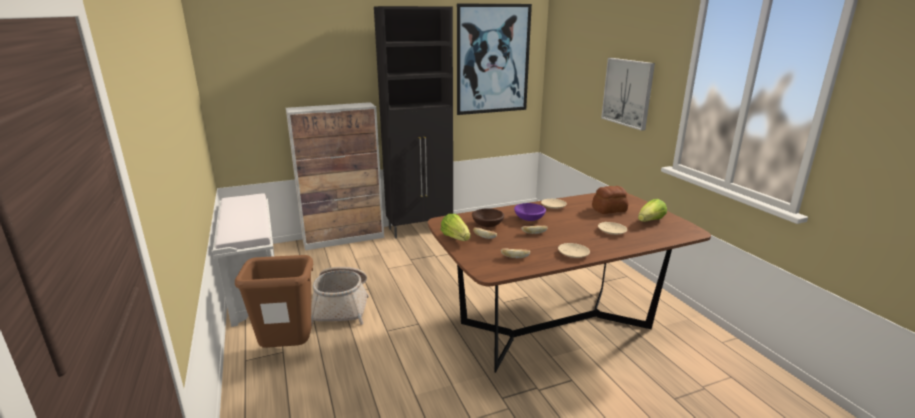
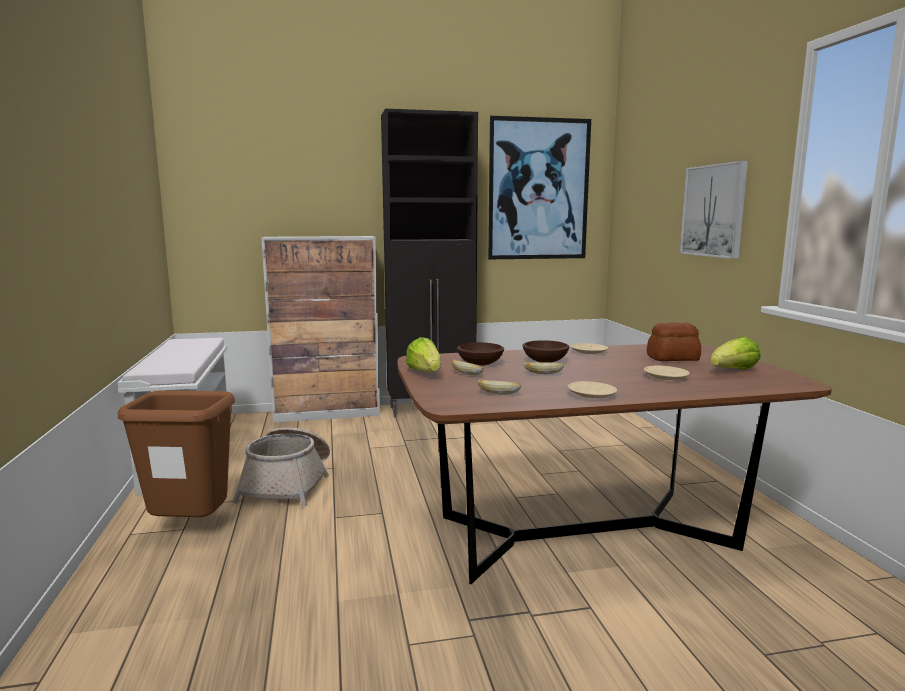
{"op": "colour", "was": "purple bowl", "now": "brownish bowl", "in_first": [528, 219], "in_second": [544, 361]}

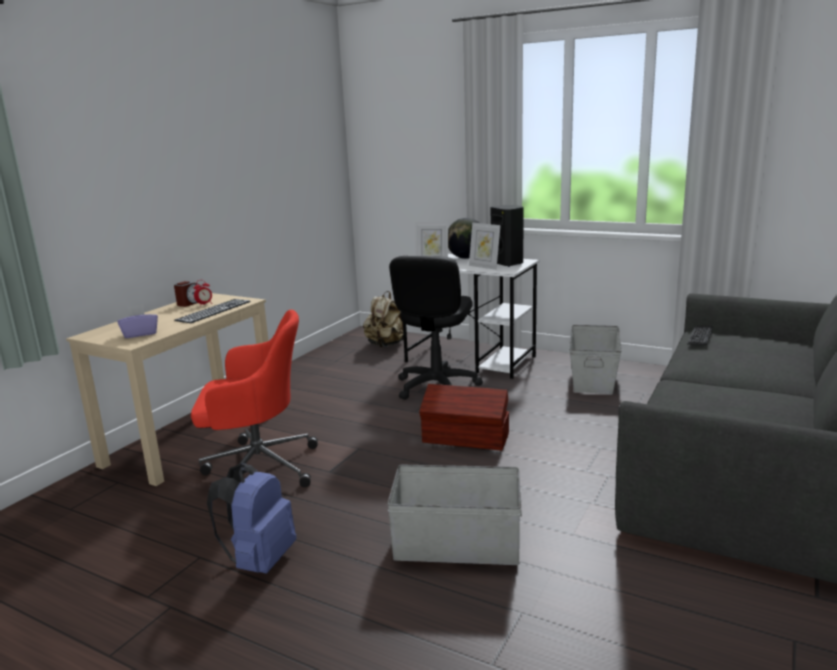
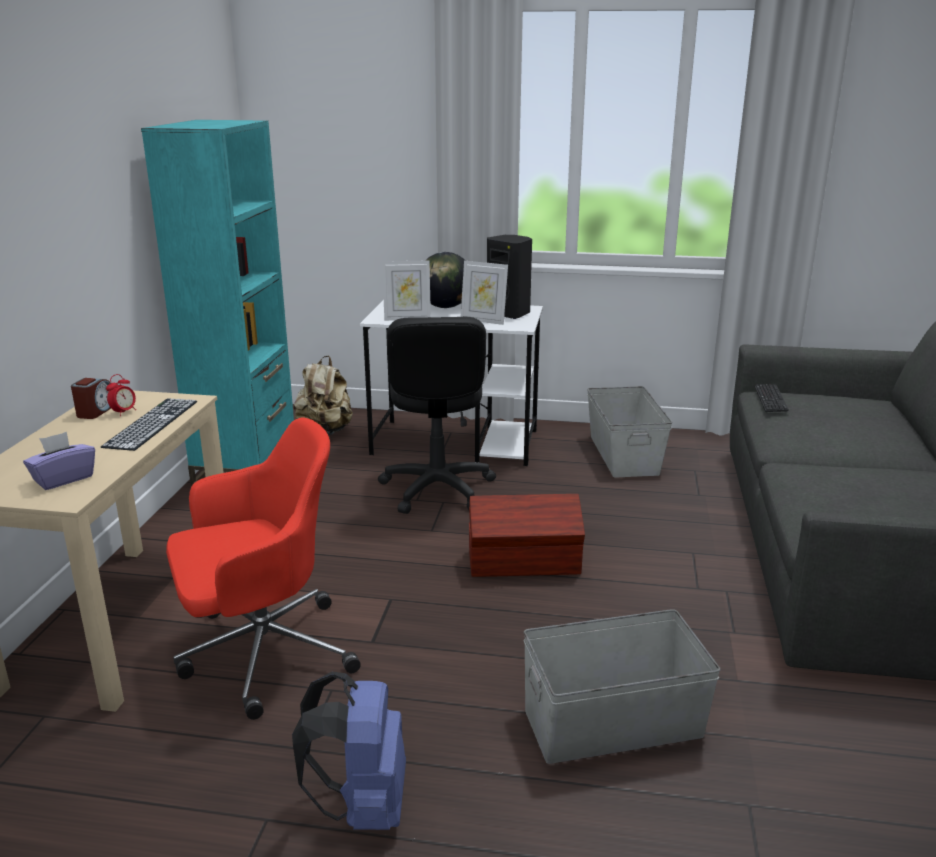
{"op": "appeared", "now": "turquoise bookshelf", "in_second": [246, 465]}

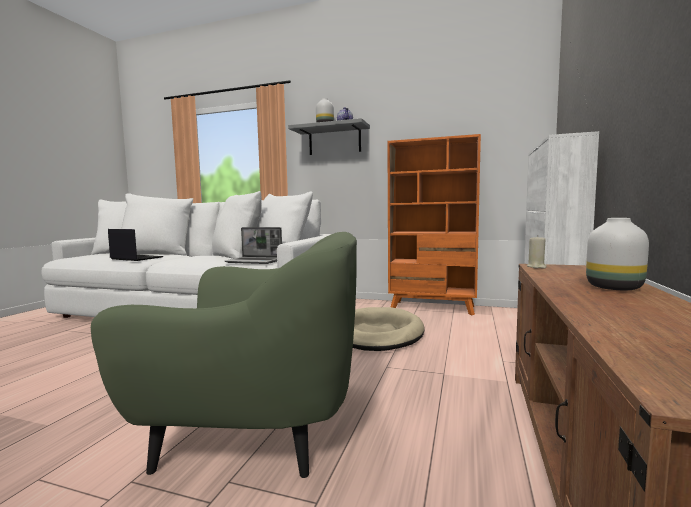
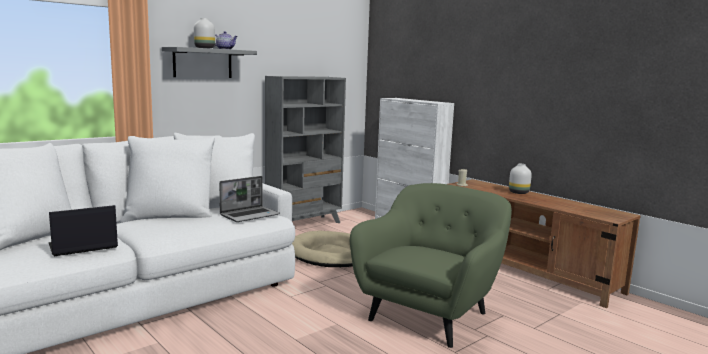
{"op": "colour", "was": "orange-coloured bookshelf", "now": "greyish bookshelf", "in_first": [432, 308], "in_second": [305, 225]}

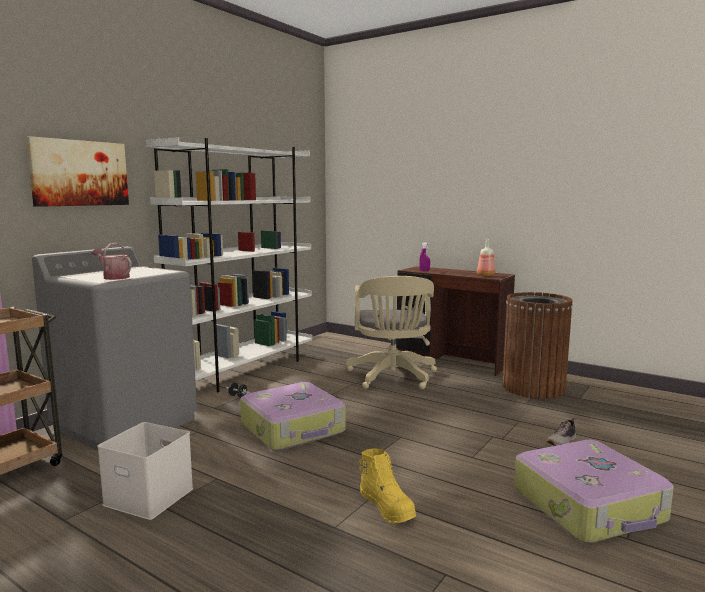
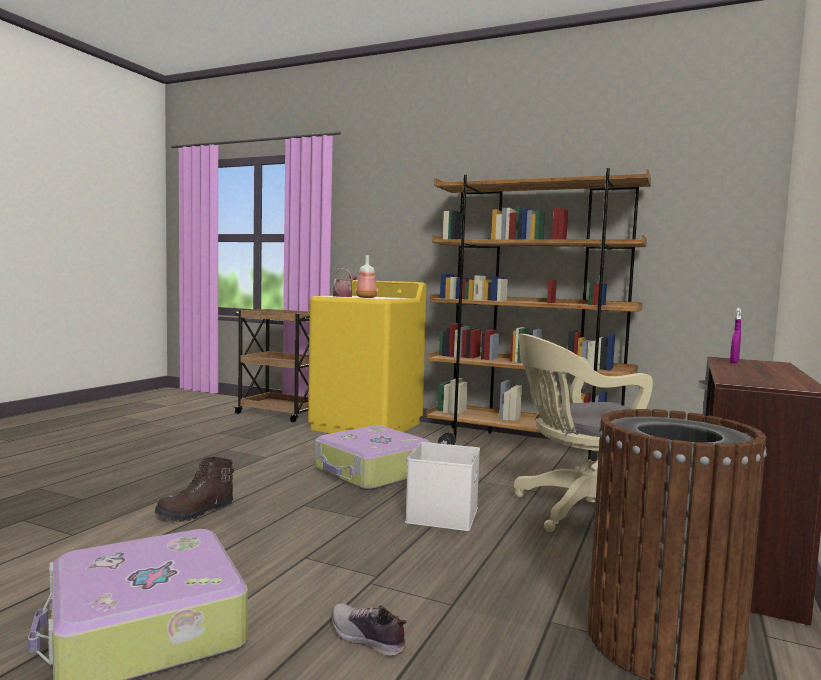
{"op": "missing", "was": "wall picture", "in_first": [79, 173]}
{"op": "colour", "was": "white bookshelf", "now": "brownish bookshelf", "in_first": [245, 371], "in_second": [526, 444]}
{"op": "relocated", "was": "beverage bottle", "in_first": [485, 275], "in_second": [366, 297]}
{"op": "colour", "was": "greyish laundry machine", "now": "yellow-coloured laundry machine", "in_first": [126, 423], "in_second": [367, 426]}
{"op": "relocated", "was": "white storage box", "in_first": [151, 496], "in_second": [443, 515]}
{"op": "colour", "was": "yellow-coloured high-top boot", "now": "brownish high-top boot", "in_first": [387, 507], "in_second": [196, 512]}

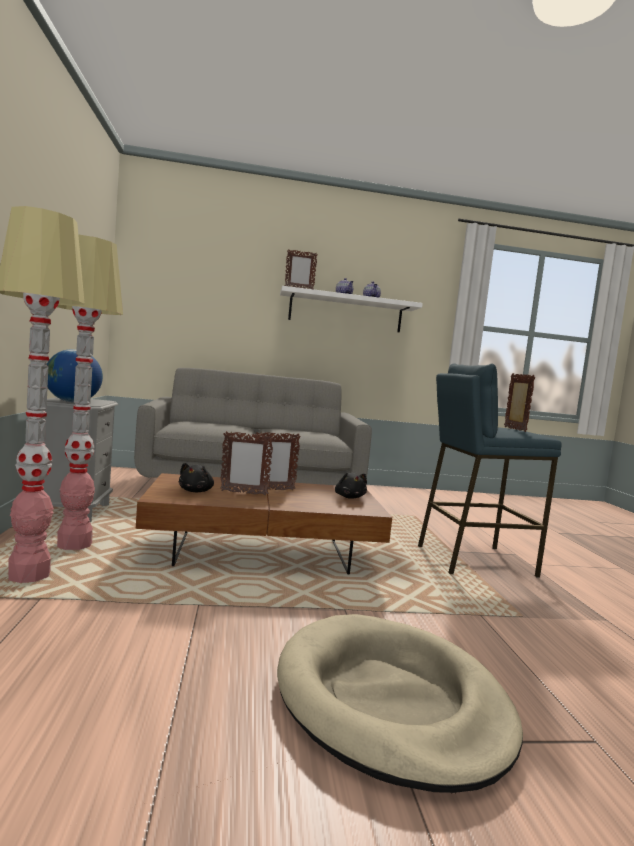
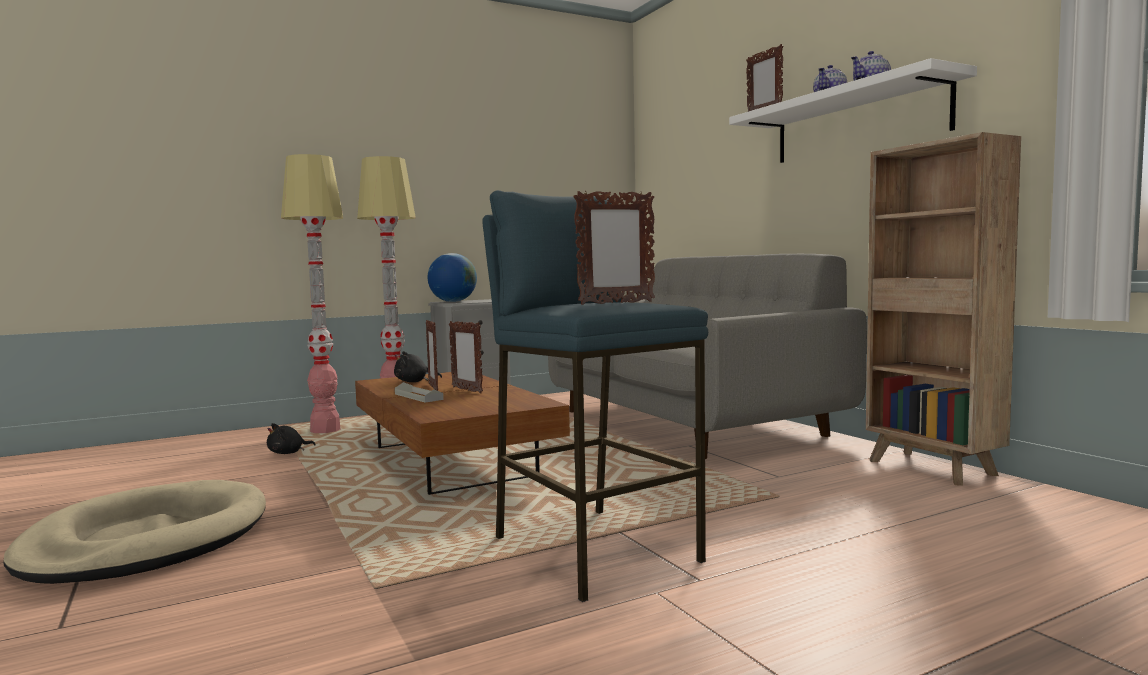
{"op": "relocated", "was": "black soft toy", "in_first": [349, 497], "in_second": [288, 453]}
{"op": "appeared", "now": "brownish bookshelf", "in_second": [933, 468]}
{"op": "appeared", "now": "greyish serving tray", "in_second": [418, 396]}

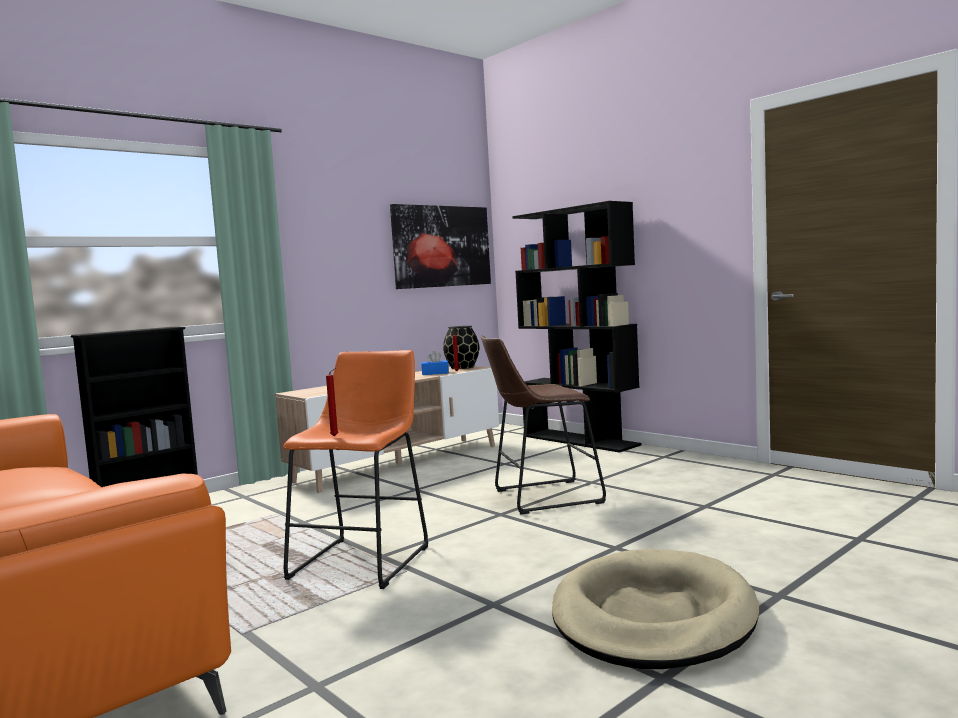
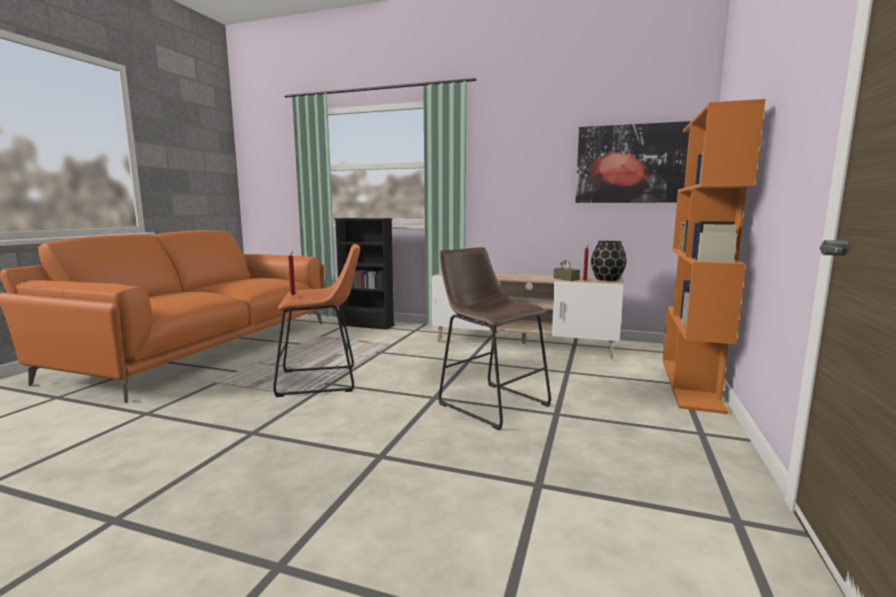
{"op": "colour", "was": "black bookshelf", "now": "orange-coloured bookshelf", "in_first": [581, 440], "in_second": [691, 384]}
{"op": "colour", "was": "bluish box of tissues", "now": "brownish box of tissues", "in_first": [435, 373], "in_second": [566, 279]}
{"op": "missing", "was": "beige-coloured pet bed", "in_first": [652, 616]}

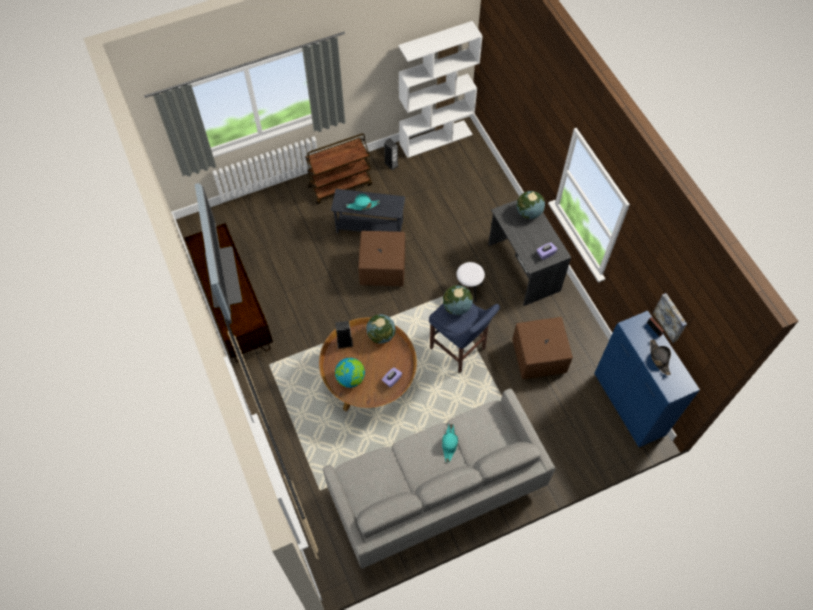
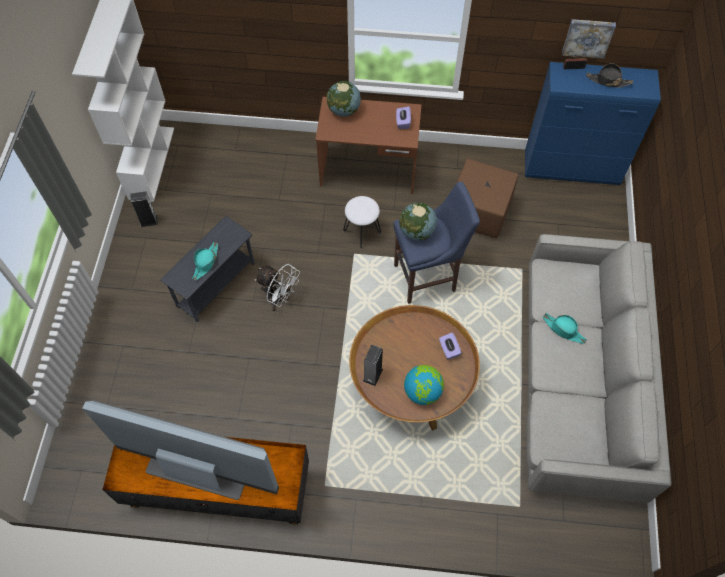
{"op": "missing", "was": "brownish trolley", "in_first": [340, 185]}
{"op": "colour", "was": "greyish desk", "now": "brownish desk", "in_first": [523, 268], "in_second": [368, 171]}
{"op": "exchanged", "was": "brownish footrest", "now": "white fan", "in_first": [383, 268], "in_second": [279, 298]}
{"op": "missing", "was": "globe", "in_first": [381, 335]}

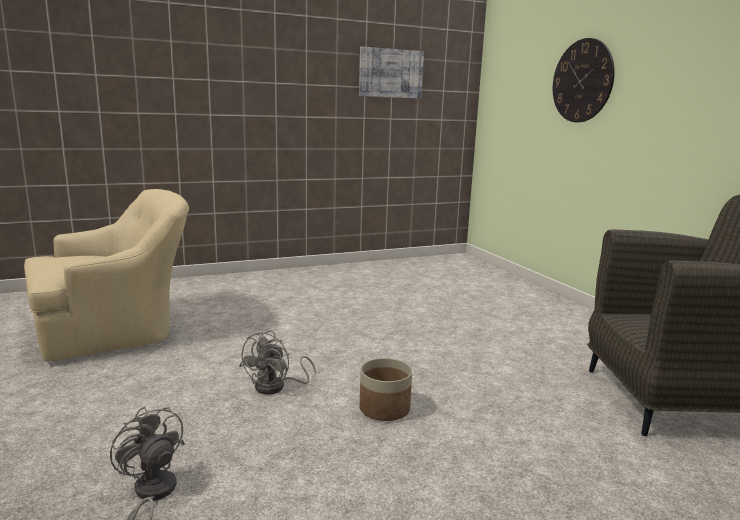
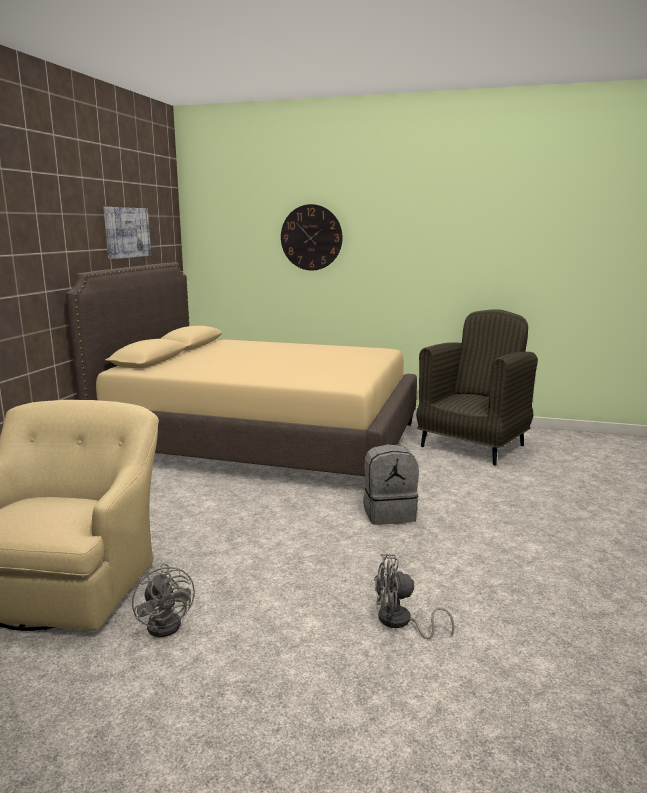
{"op": "relocated", "was": "greyish fan", "in_first": [276, 387], "in_second": [169, 622]}
{"op": "exchanged", "was": "planter", "now": "greyish knapsack", "in_first": [385, 409], "in_second": [389, 513]}
{"op": "appeared", "now": "beige-coloured sleeping bed", "in_second": [262, 441]}

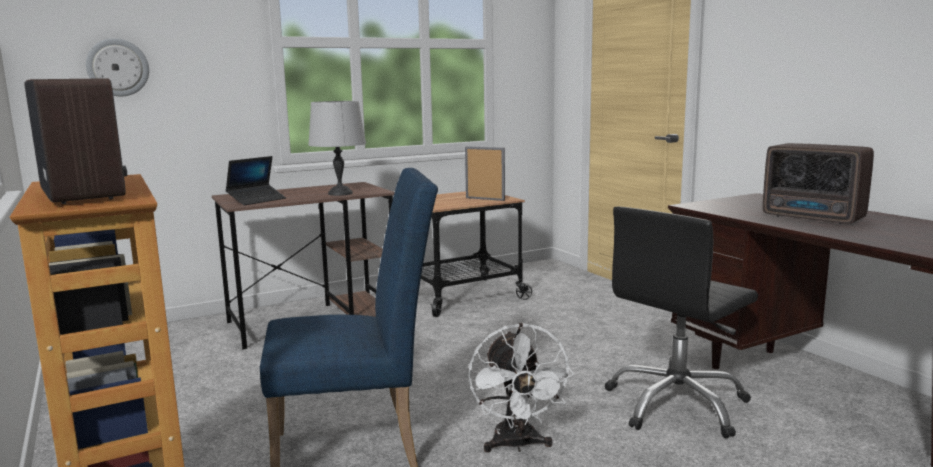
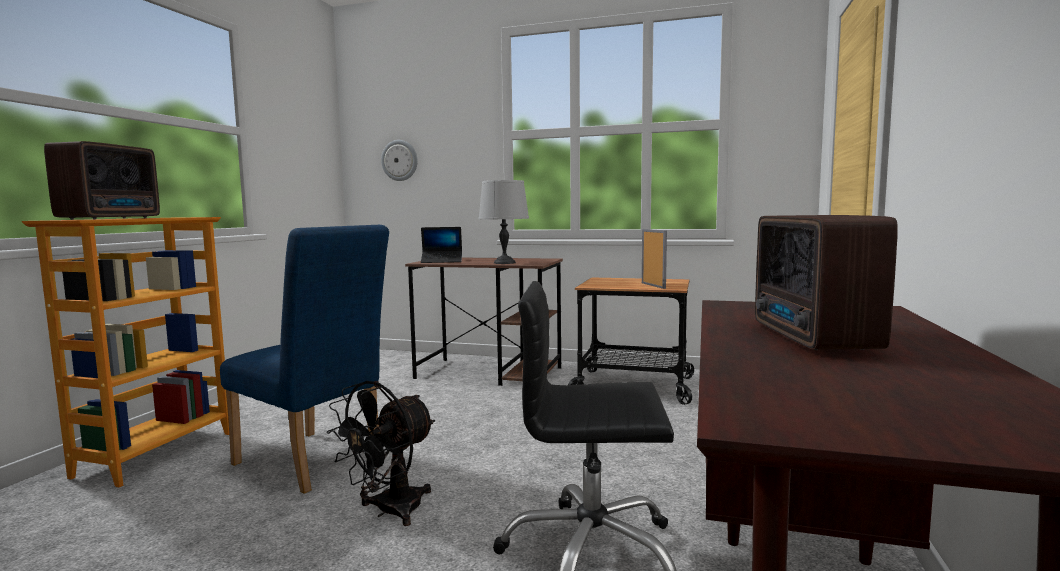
{"op": "colour", "was": "white fan", "now": "black fan", "in_first": [517, 445], "in_second": [389, 511]}

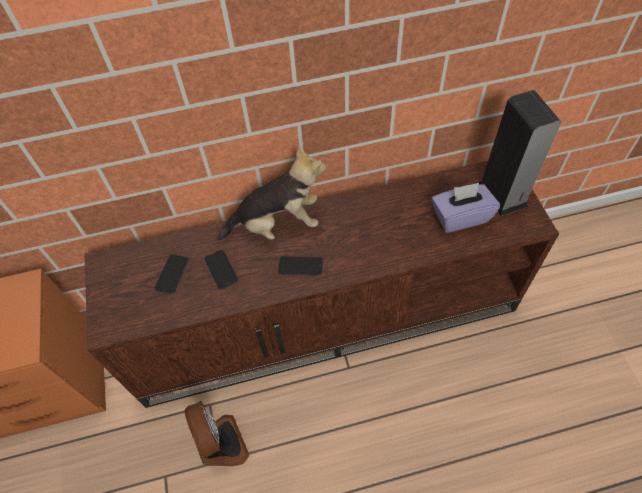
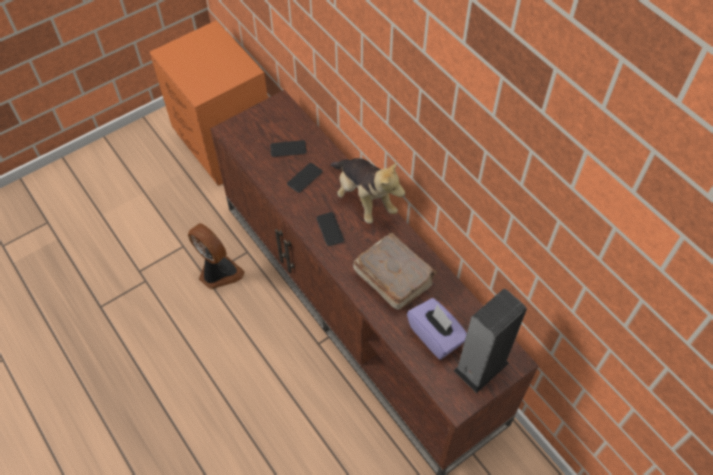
{"op": "spun", "was": "fan", "in_first": [220, 445], "in_second": [218, 272], "clockwise": -90}
{"op": "appeared", "now": "brownish book", "in_second": [393, 277]}

